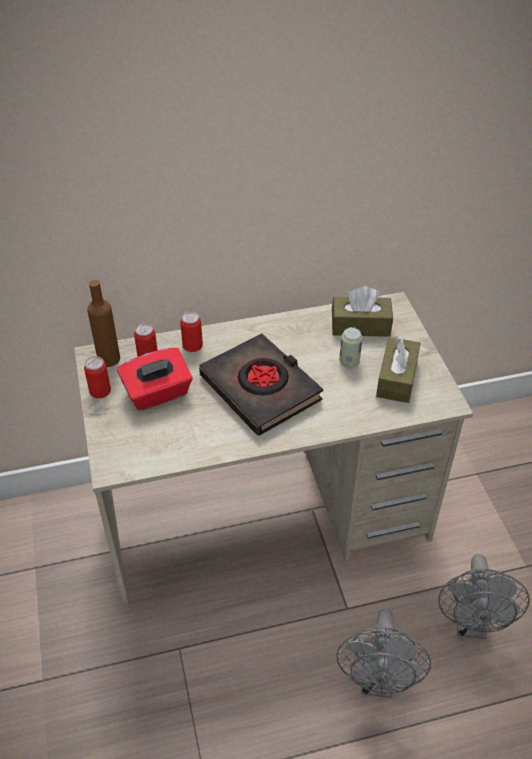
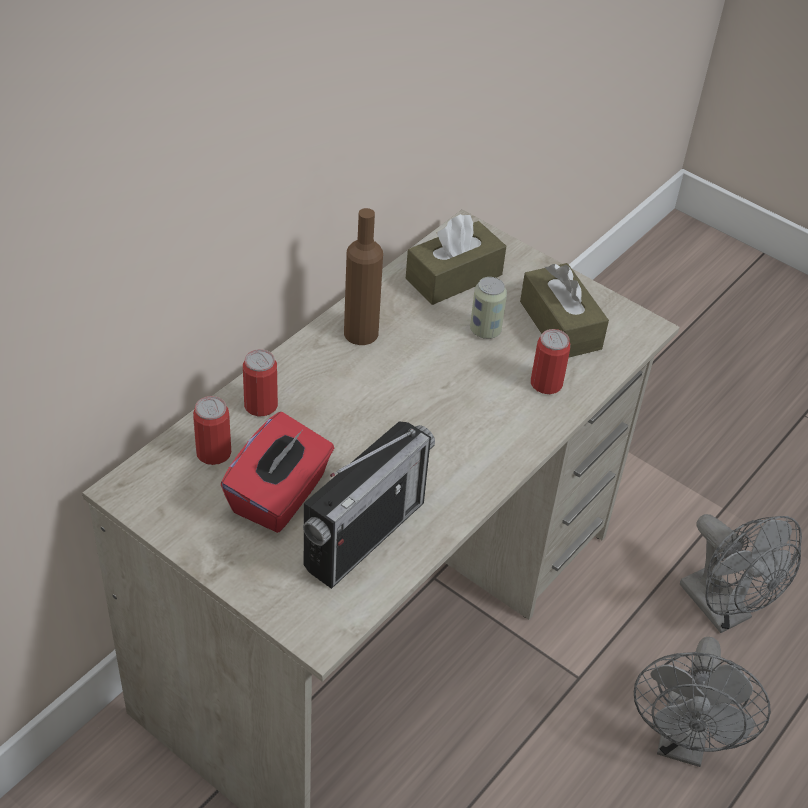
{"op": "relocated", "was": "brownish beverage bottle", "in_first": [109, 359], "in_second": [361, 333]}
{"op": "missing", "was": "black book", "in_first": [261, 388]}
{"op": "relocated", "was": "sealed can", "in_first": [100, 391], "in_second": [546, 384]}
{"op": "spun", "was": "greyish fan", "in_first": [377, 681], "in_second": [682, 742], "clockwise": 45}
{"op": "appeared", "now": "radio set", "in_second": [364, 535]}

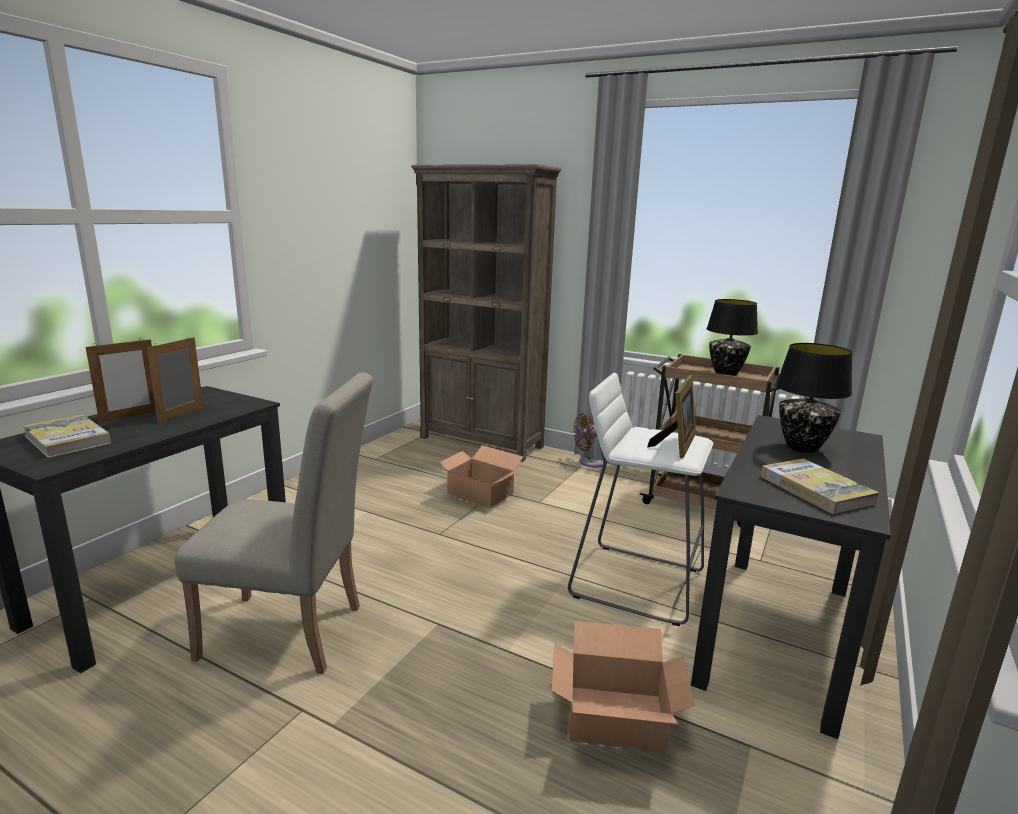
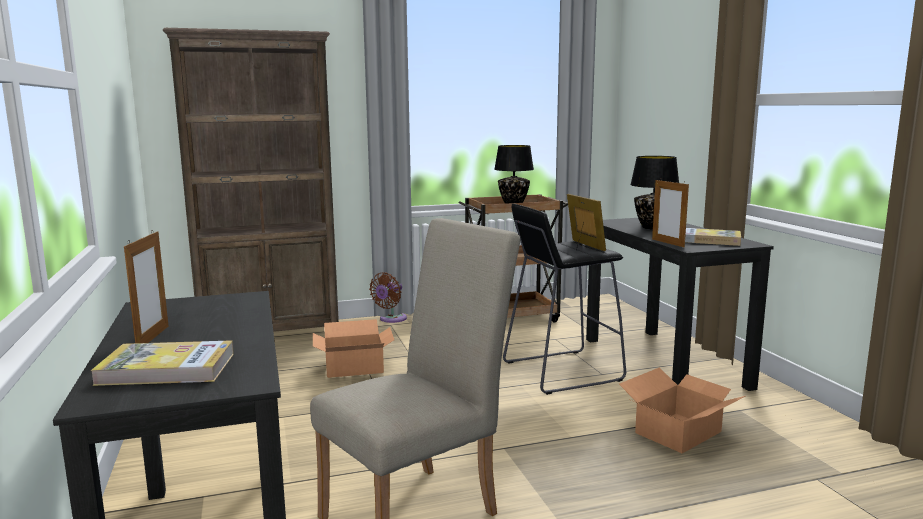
{"op": "relocated", "was": "picture frame", "in_first": [181, 414], "in_second": [668, 243]}
{"op": "colour", "was": "white stool seat", "now": "black stool seat", "in_first": [636, 582], "in_second": [561, 371]}

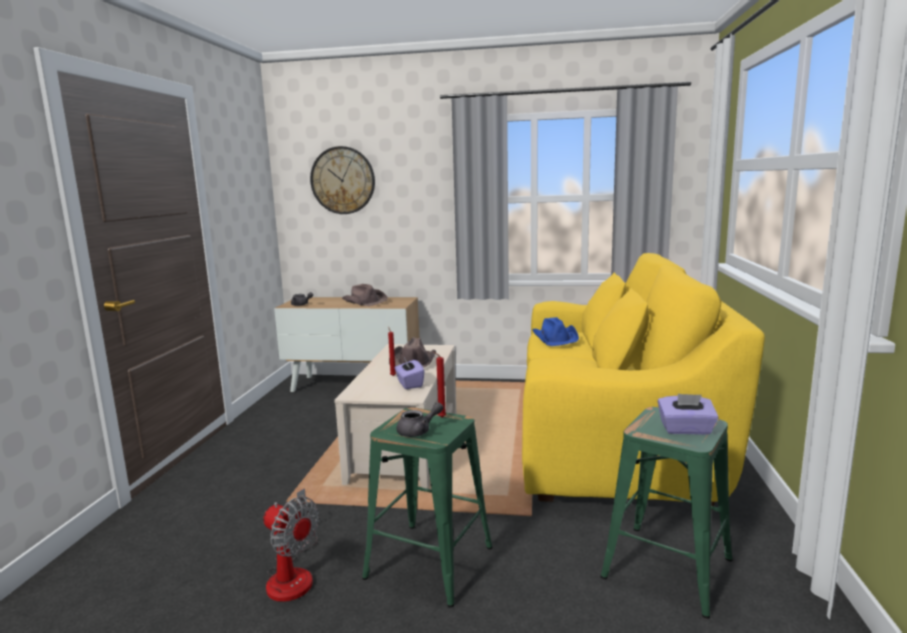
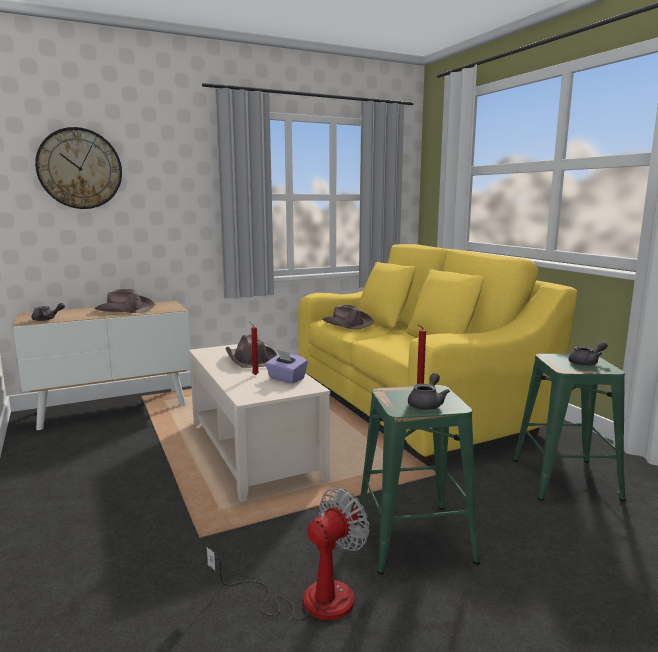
{"op": "colour", "was": "bluish wearable hat", "now": "brownish wearable hat", "in_first": [555, 338], "in_second": [347, 324]}
{"op": "exchanged", "was": "purple box of tissues", "now": "greyish tea pot", "in_first": [686, 430], "in_second": [586, 363]}
{"op": "spun", "was": "fan", "in_first": [293, 574], "in_second": [308, 599], "clockwise": -45}

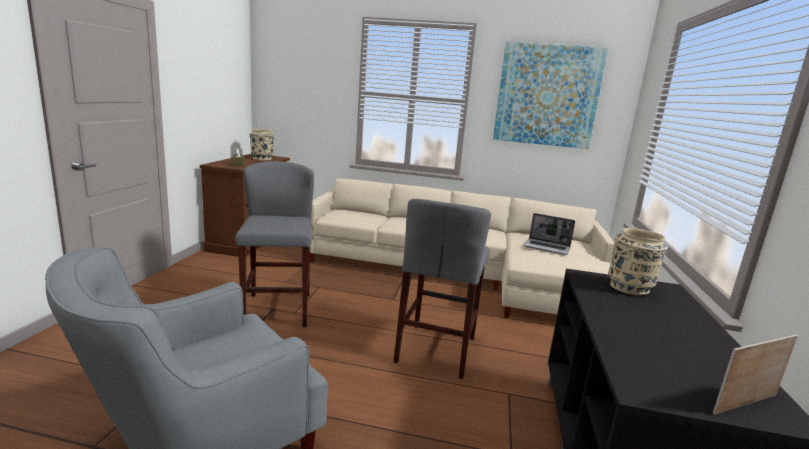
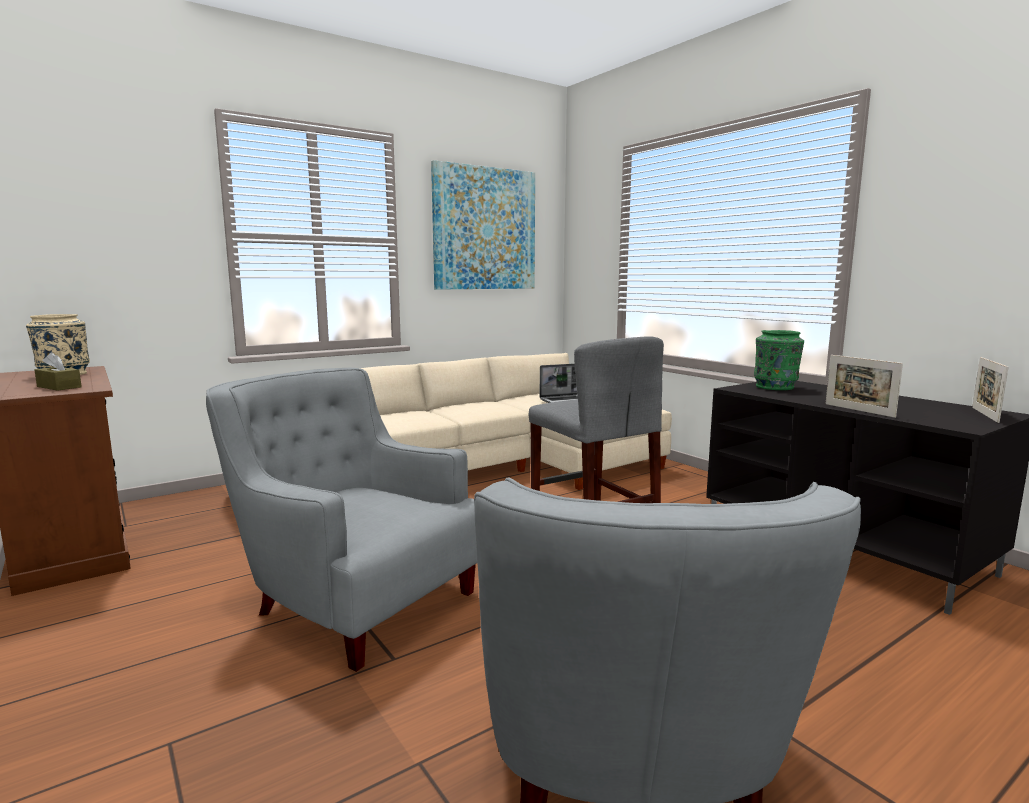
{"op": "exchanged", "was": "greyish stool seat", "now": "greyish easy chair", "in_first": [277, 310], "in_second": [354, 599]}
{"op": "colour", "was": "beige-coloured flower vase", "now": "green-coloured flower vase", "in_first": [630, 288], "in_second": [775, 387]}
{"op": "appeared", "now": "picture frame", "in_second": [858, 410]}

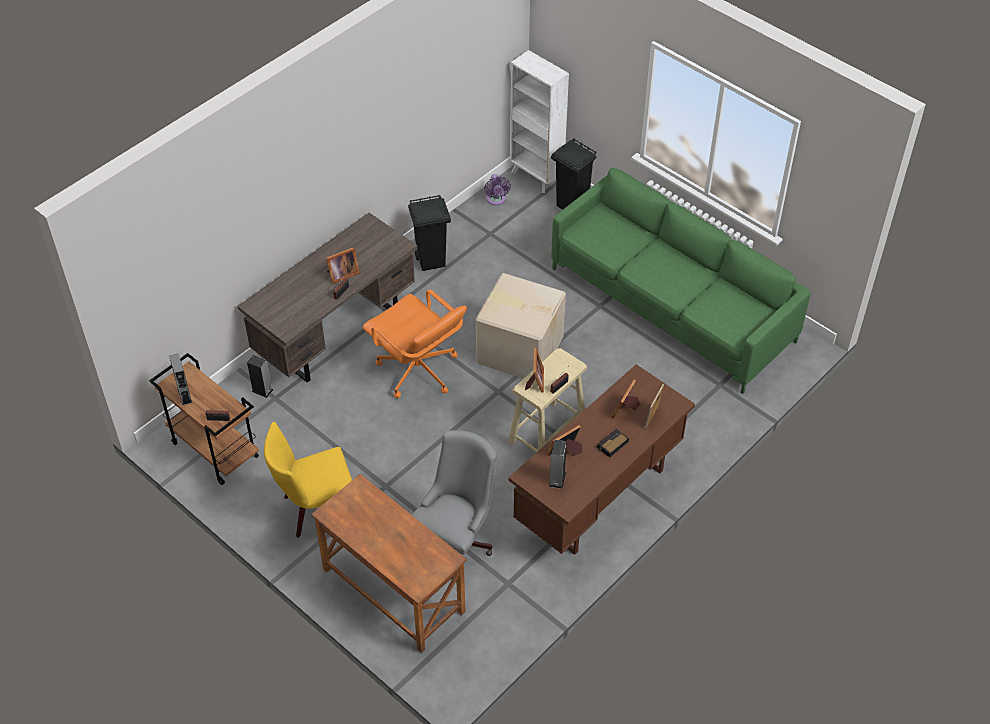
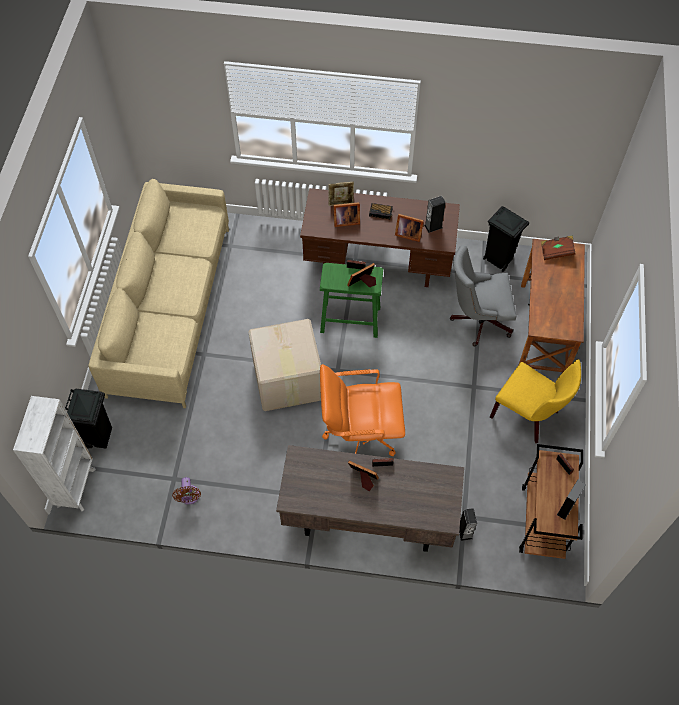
{"op": "colour", "was": "green-coloured settee", "now": "beige-coloured settee", "in_first": [671, 305], "in_second": [170, 310]}
{"op": "missing", "was": "purple fan", "in_first": [496, 200]}
{"op": "relocated", "was": "black rubbish bin", "in_first": [431, 261], "in_second": [498, 260]}
{"op": "spun", "was": "orange-coloured computer chair", "in_first": [418, 371], "in_second": [360, 434], "clockwise": -105}
{"op": "colour", "was": "beige-coloured stool seat", "now": "green-coloured stool seat", "in_first": [548, 432], "in_second": [350, 319]}
{"op": "appeared", "now": "brownish book", "in_second": [556, 251]}
{"op": "appeared", "now": "brownish fan", "in_second": [189, 497]}

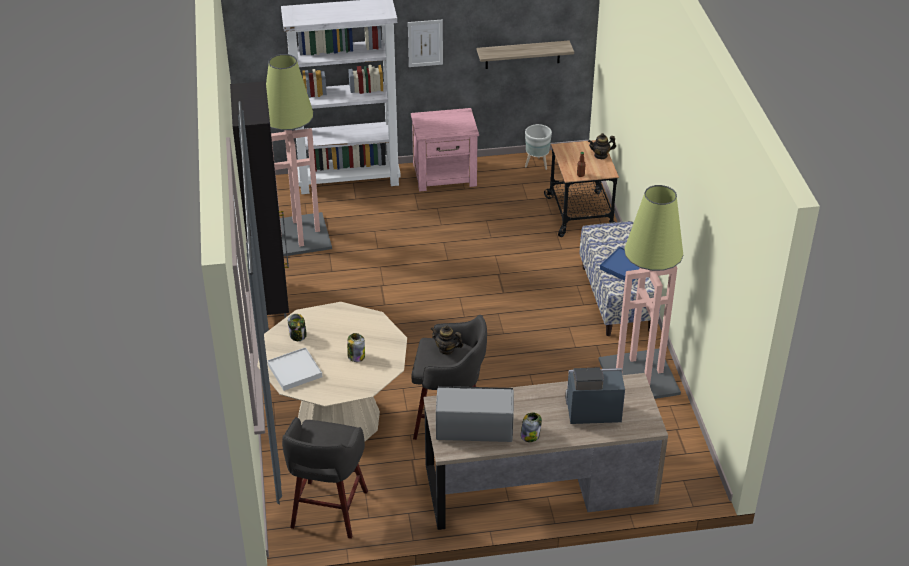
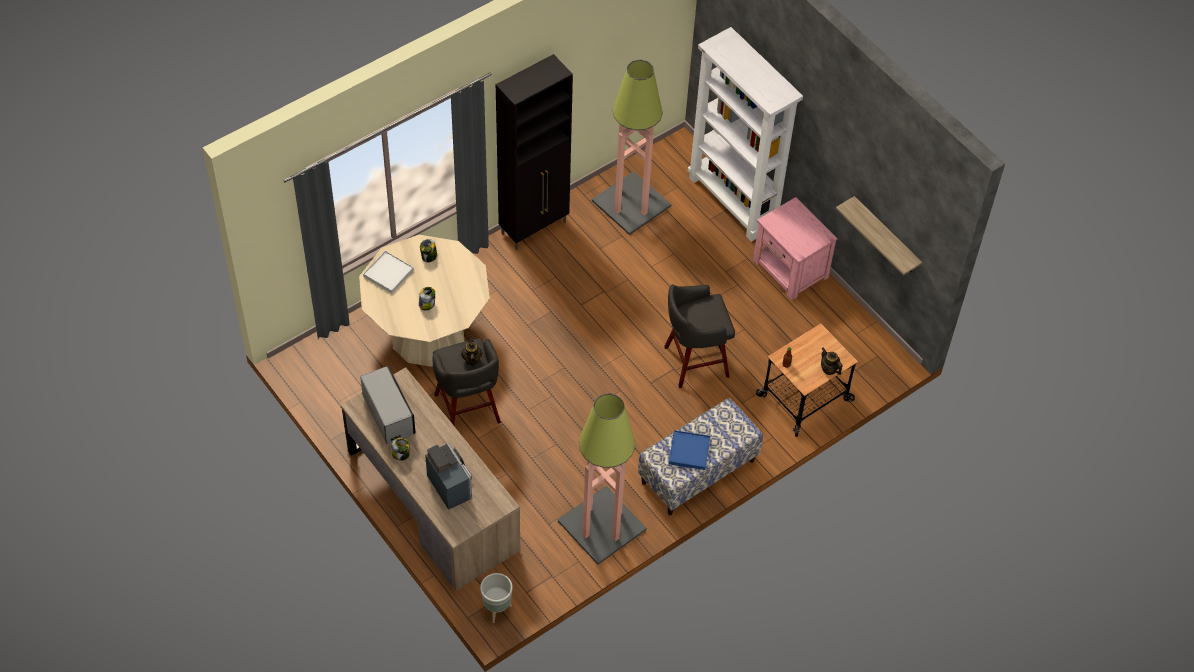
{"op": "missing", "was": "wall picture", "in_first": [425, 43]}
{"op": "relocated", "was": "greyish planter", "in_first": [536, 165], "in_second": [496, 609]}
{"op": "relocated", "was": "greyish stool seat", "in_first": [328, 511], "in_second": [694, 362]}

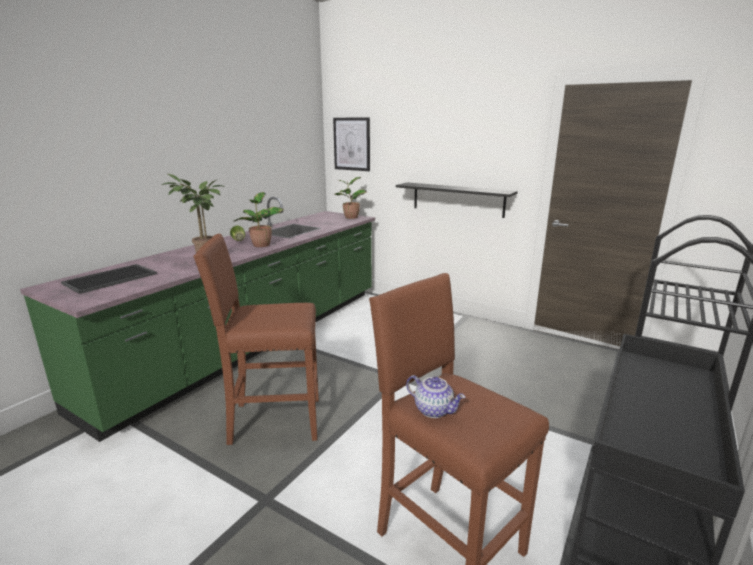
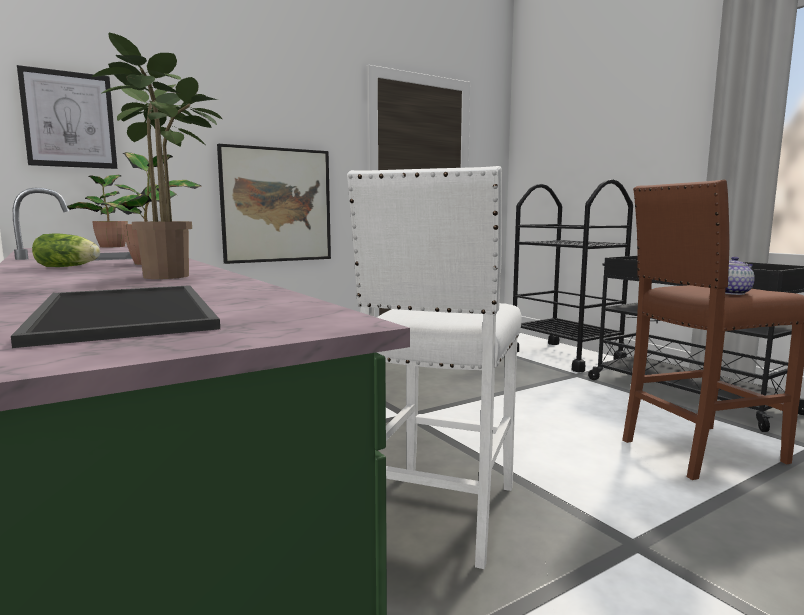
{"op": "exchanged", "was": "black bracket shelf", "now": "wall picture", "in_first": [458, 199], "in_second": [276, 205]}
{"op": "colour", "was": "brownish stool seat", "now": "white stool seat", "in_first": [273, 420], "in_second": [439, 514]}

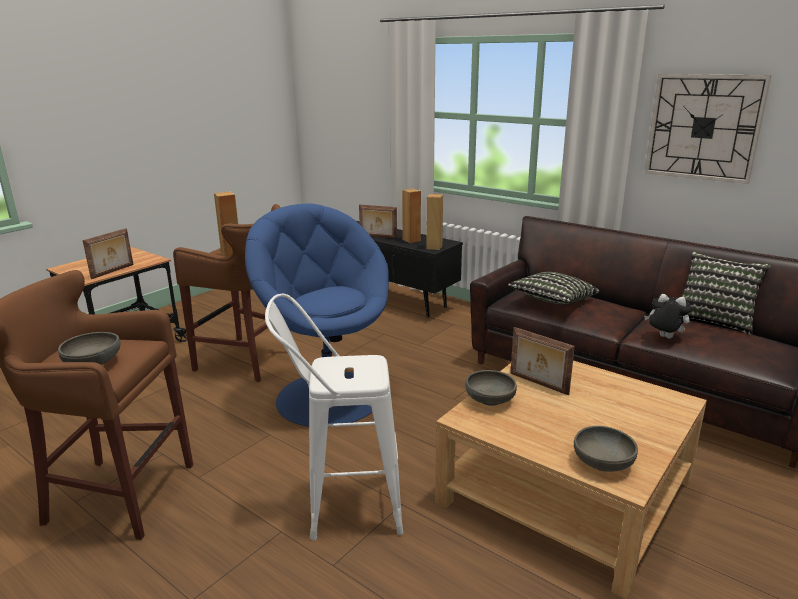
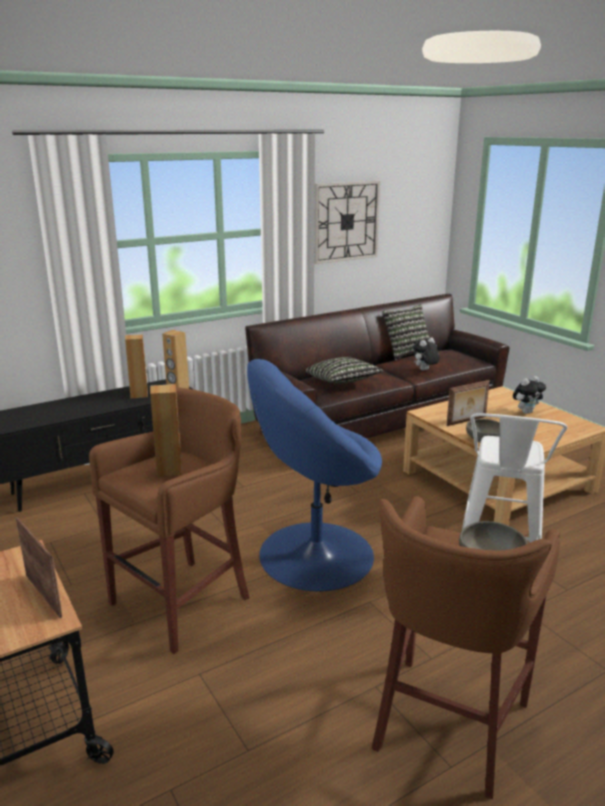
{"op": "missing", "was": "picture frame", "in_first": [378, 237]}
{"op": "missing", "was": "greyish bowl", "in_first": [603, 463]}
{"op": "appeared", "now": "soft toy", "in_second": [526, 412]}

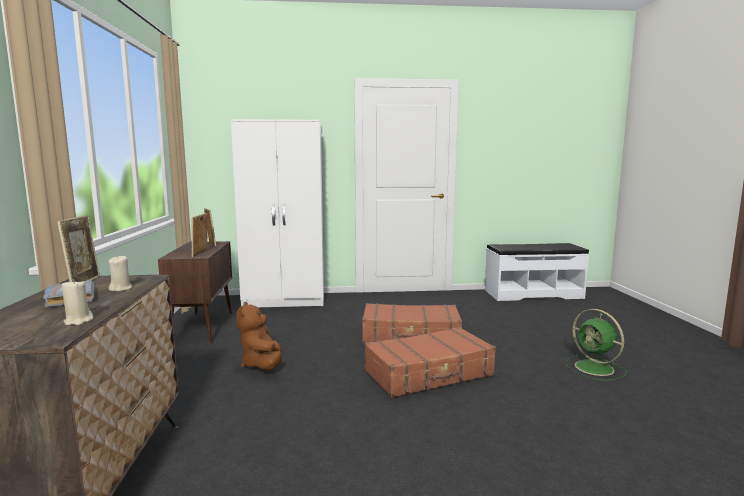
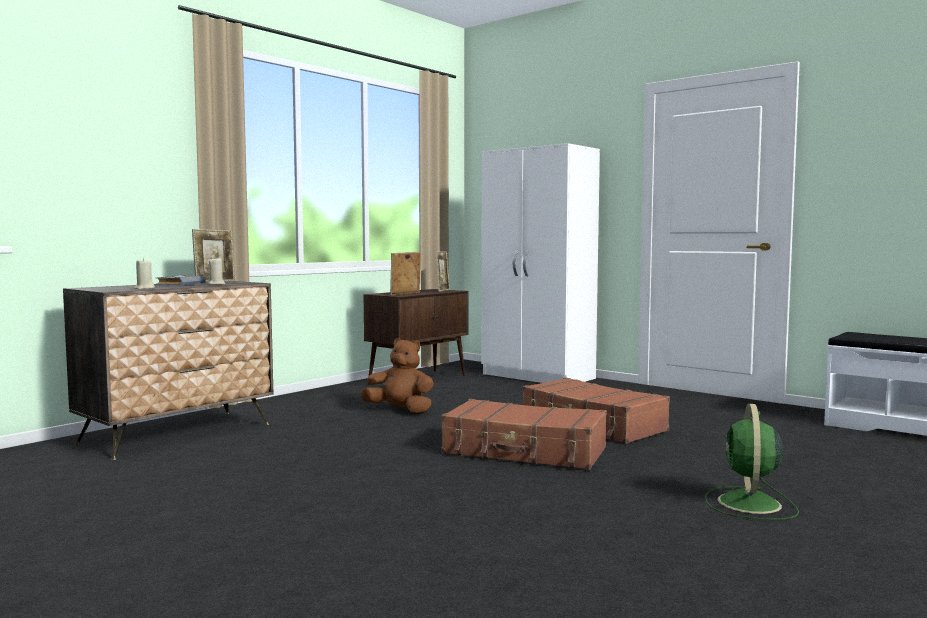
{"op": "spun", "was": "brownish soft toy", "in_first": [262, 365], "in_second": [400, 410], "clockwise": 75}

